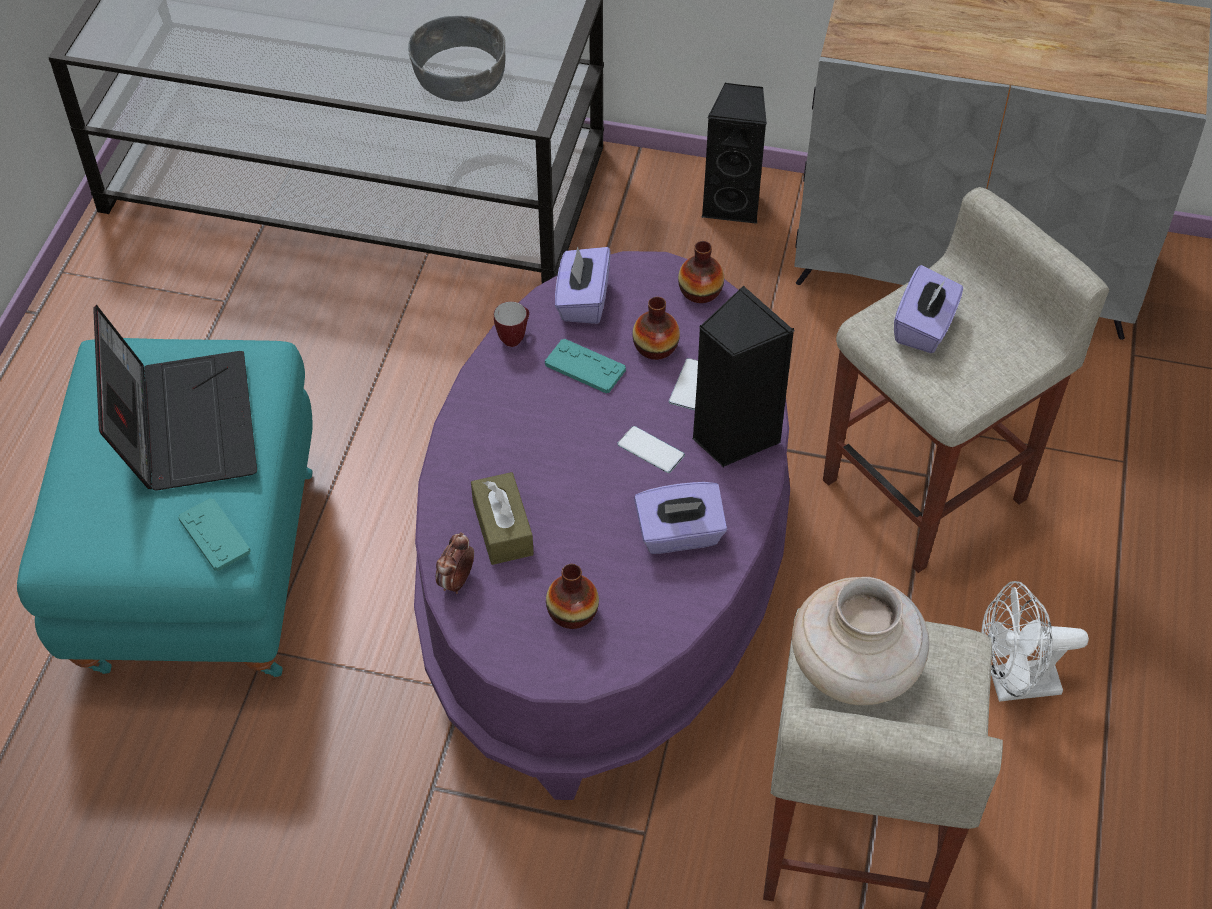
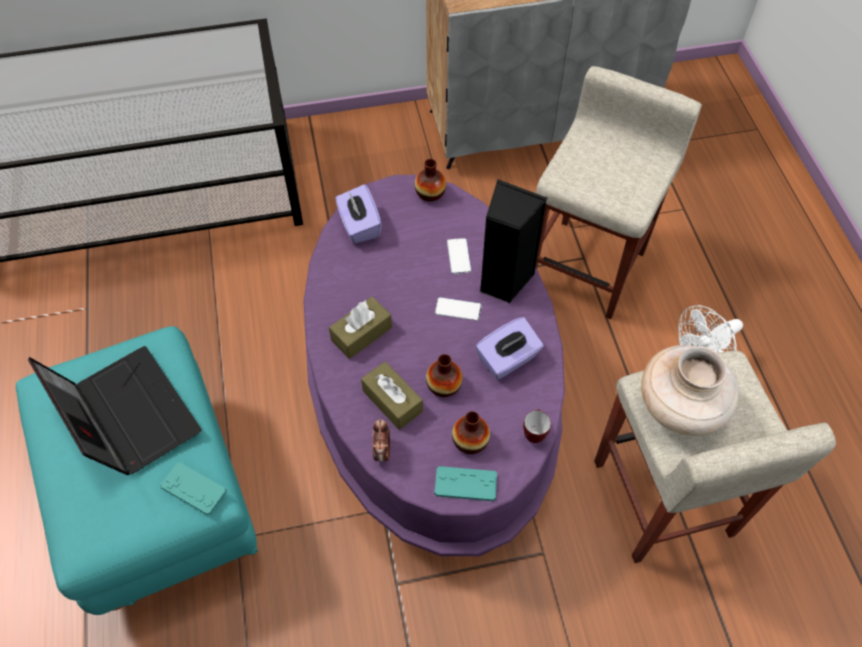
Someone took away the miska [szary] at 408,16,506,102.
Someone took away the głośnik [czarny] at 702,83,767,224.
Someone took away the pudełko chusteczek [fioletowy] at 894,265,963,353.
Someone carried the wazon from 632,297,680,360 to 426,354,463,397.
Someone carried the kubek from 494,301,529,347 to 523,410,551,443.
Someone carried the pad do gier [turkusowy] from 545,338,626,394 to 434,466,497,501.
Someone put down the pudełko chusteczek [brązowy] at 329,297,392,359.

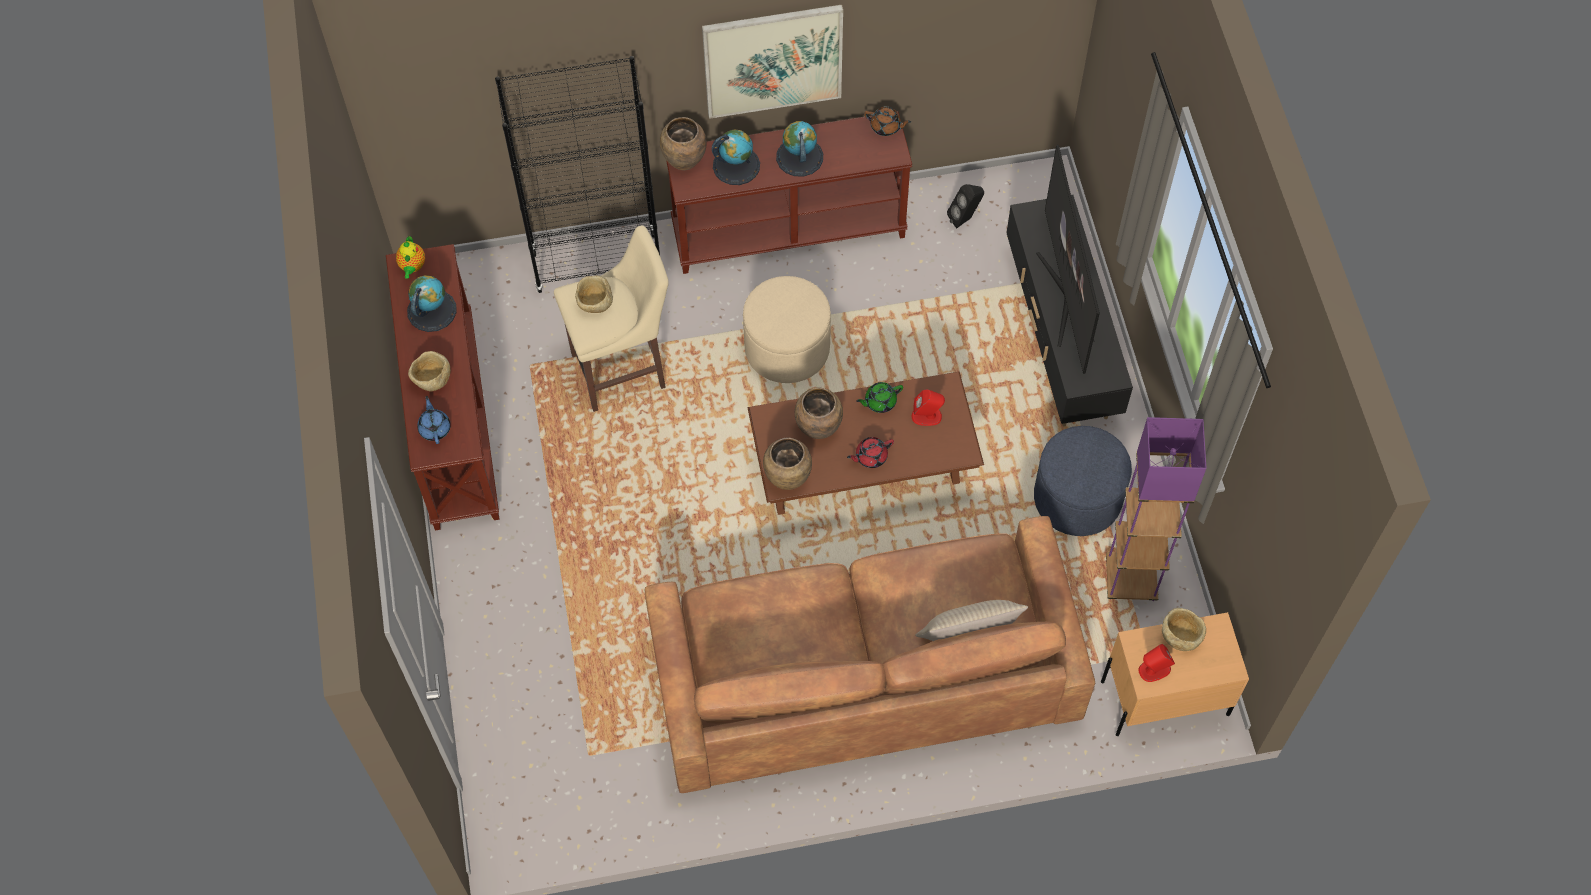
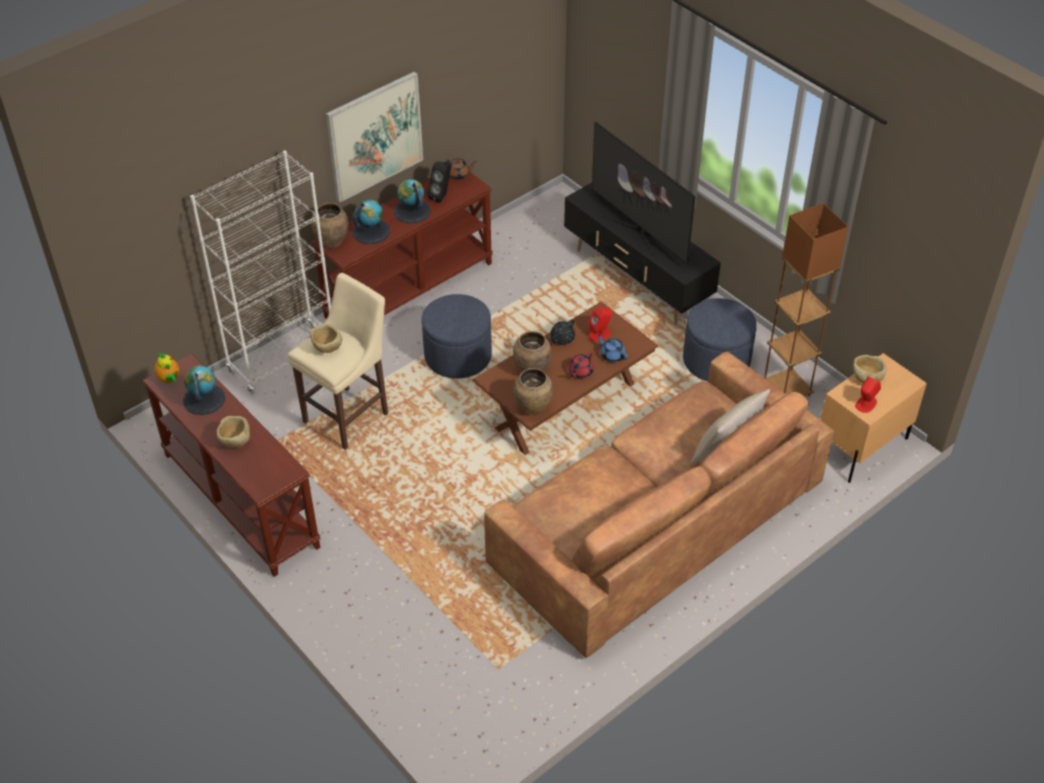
Someone repainted the regał [czarny] at 495,56,660,293, which became the regał [biały] at 190,150,331,395.
Someone carried the głośnik [czarny] from 947,184,984,228 to 427,162,451,203.
Someone repainted the pufa [beżowy] at 743,276,831,383, which became the pufa [niebieski] at 422,294,492,379.
Someone repainted the imbryk [zielony] at 856,382,903,413, which became the imbryk [czarny] at 550,319,575,345.
Someone carried the imbryk [niebieski] from 417,396,451,444 to 597,334,628,362.
Someone repainted the lampa stojąca [fioletowy] at 1106,417,1206,601, which became the lampa stojąca [brązowy] at 764,203,849,397.

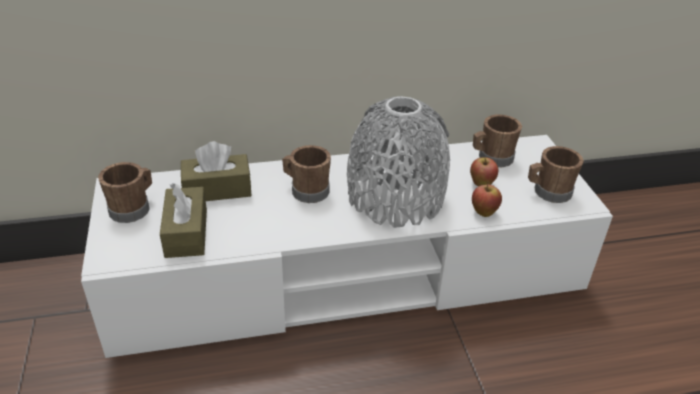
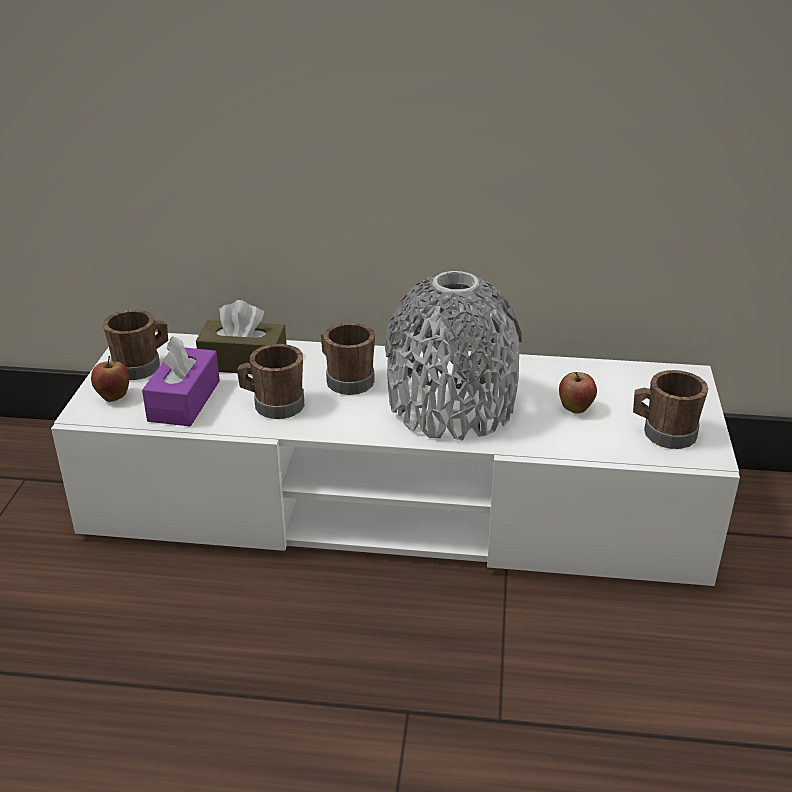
Someone carried the kubek [brązowy] from 473,114,522,167 to 237,344,304,419.
Someone carried the jabłko from 472,181,502,217 to 91,356,129,402.
Someone repainted the pudełko chusteczek [brązowy] at 160,183,207,258, which became the pudełko chusteczek [fioletowy] at 142,336,220,426.

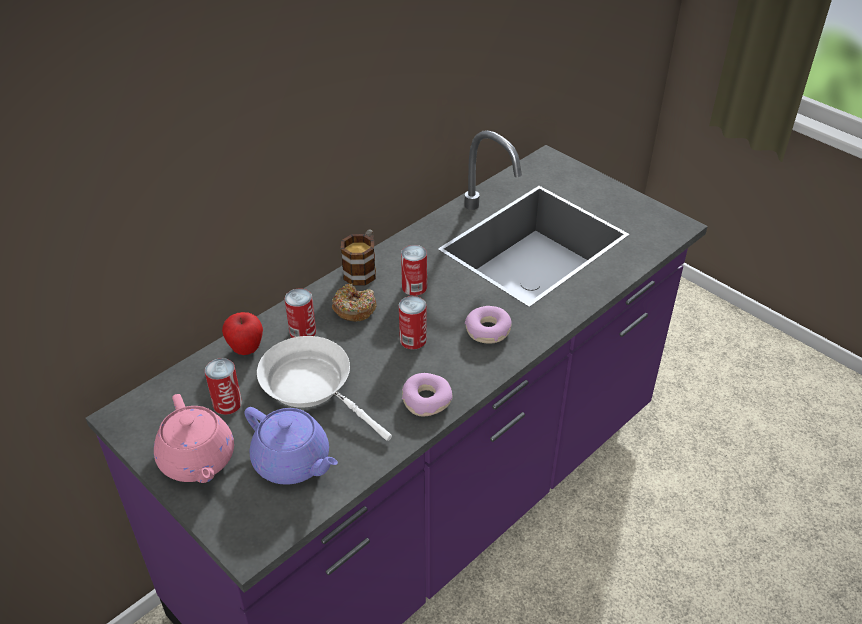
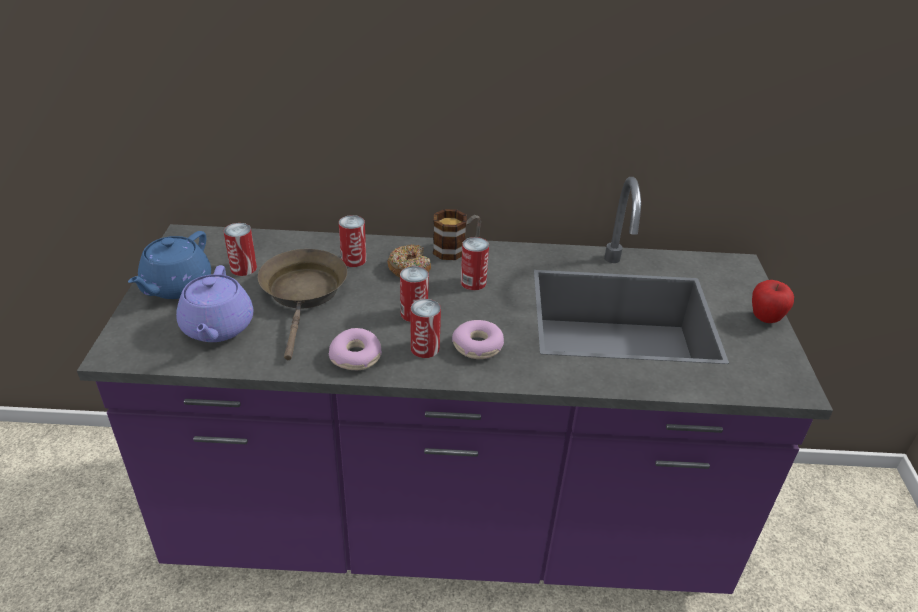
Someone carried the jabłko from 222,312,263,355 to 752,280,794,323.
Someone repainted the patelnia [biały] at 257,336,392,441, which became the patelnia [brązowy] at 257,249,347,360.
Someone repainted the imbryk [różowy] at 154,394,234,483, which became the imbryk [niebieski] at 128,231,211,299.
Someone put down the puszka at 411,299,441,358.

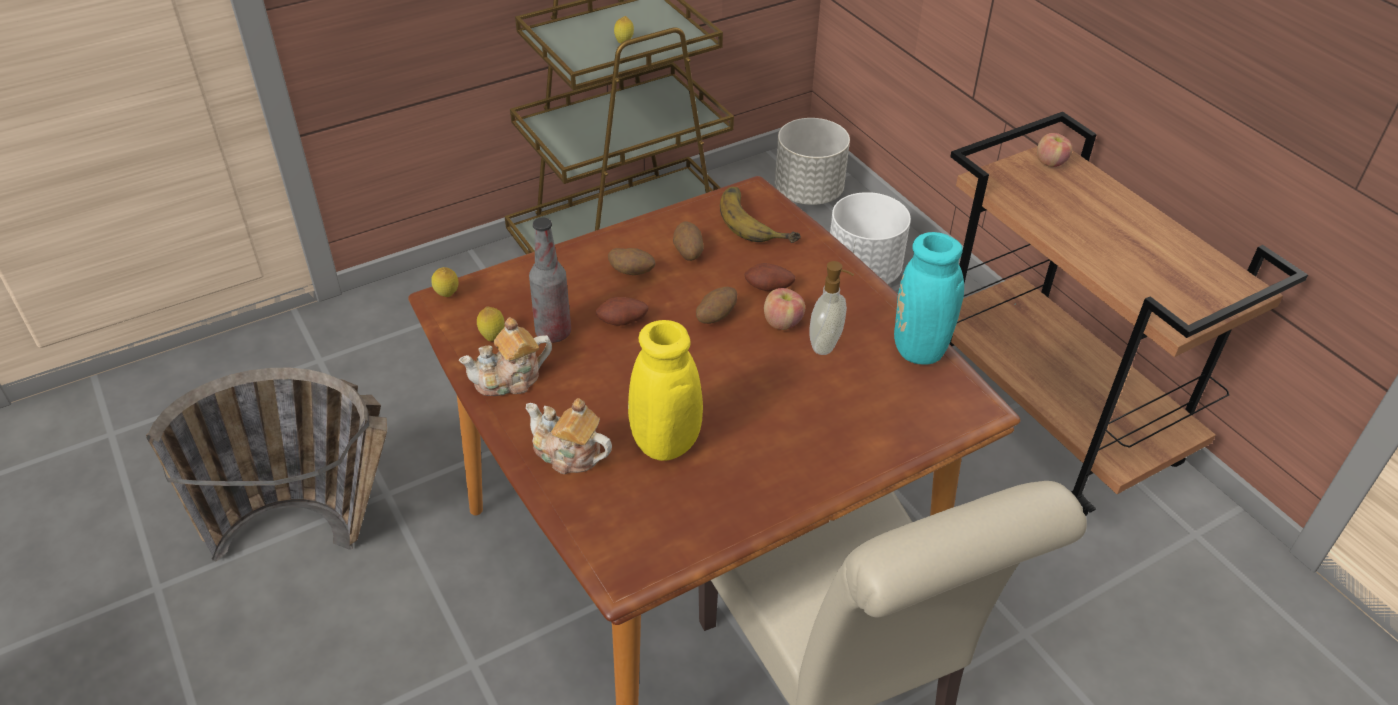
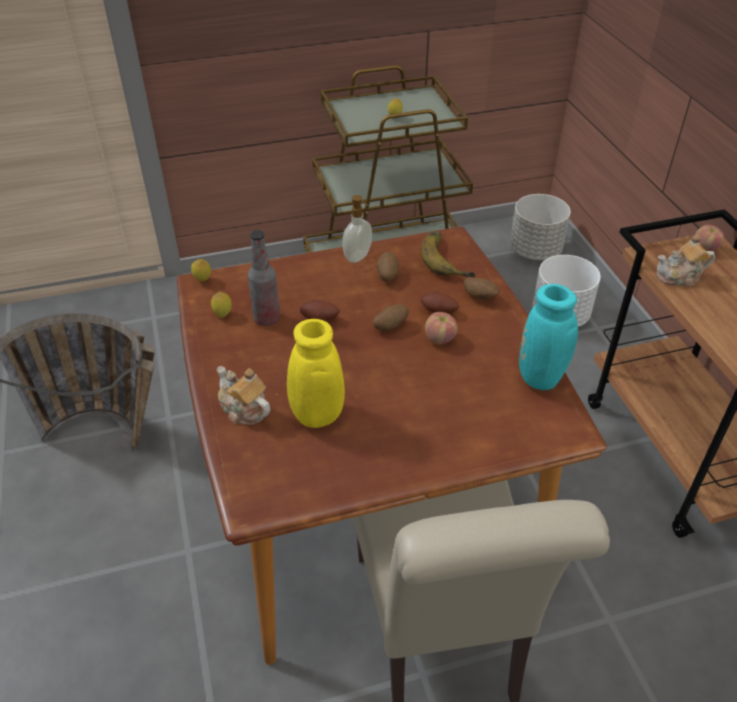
Someone carried the ziemniak from 608,248,655,275 to 464,277,499,300.
Someone carried the dozownik mydła from 810,261,854,355 to 342,195,372,263.
Someone carried the imbryk from 458,317,552,396 to 657,234,715,286.

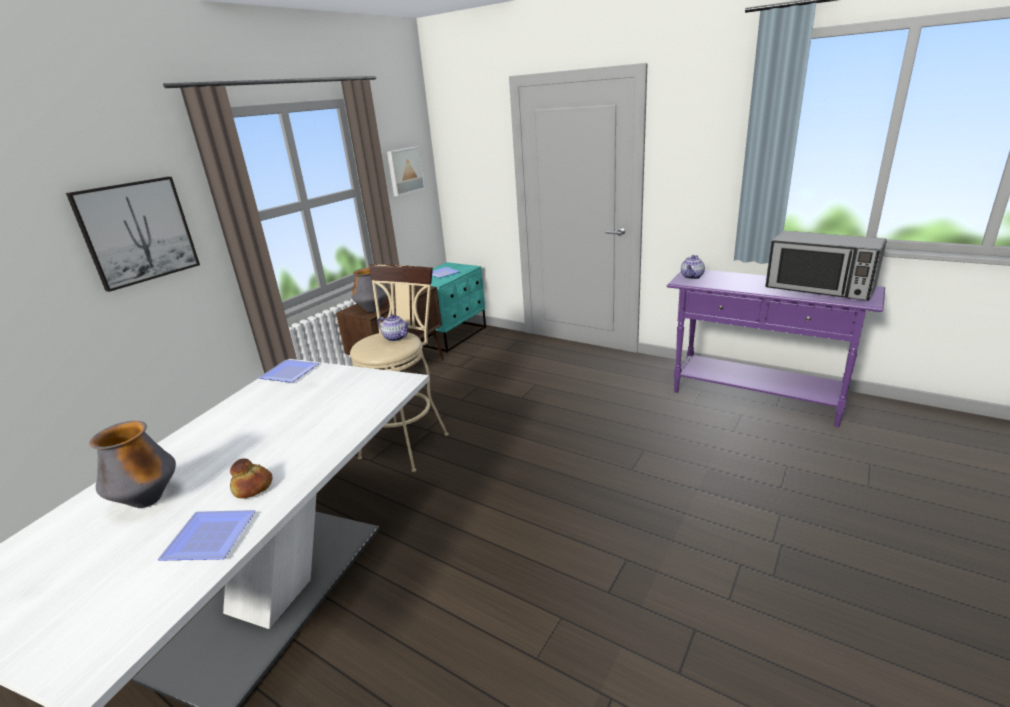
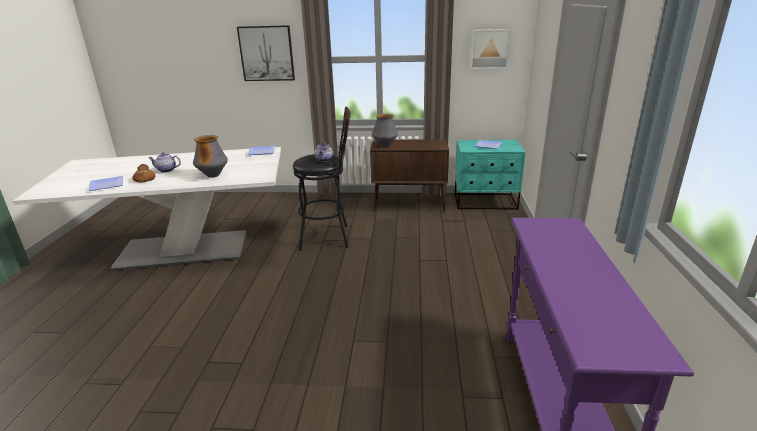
Someone took away the mikrofalówka at 766,231,887,301.
Someone carried the imbryk from 681,255,705,279 to 149,152,181,173.
Someone repainted the stołek [beżowy] at 350,264,449,472, which became the stołek [czarny] at 293,107,351,251.
Someone carried the wazon from 89,421,176,508 to 193,135,228,178.

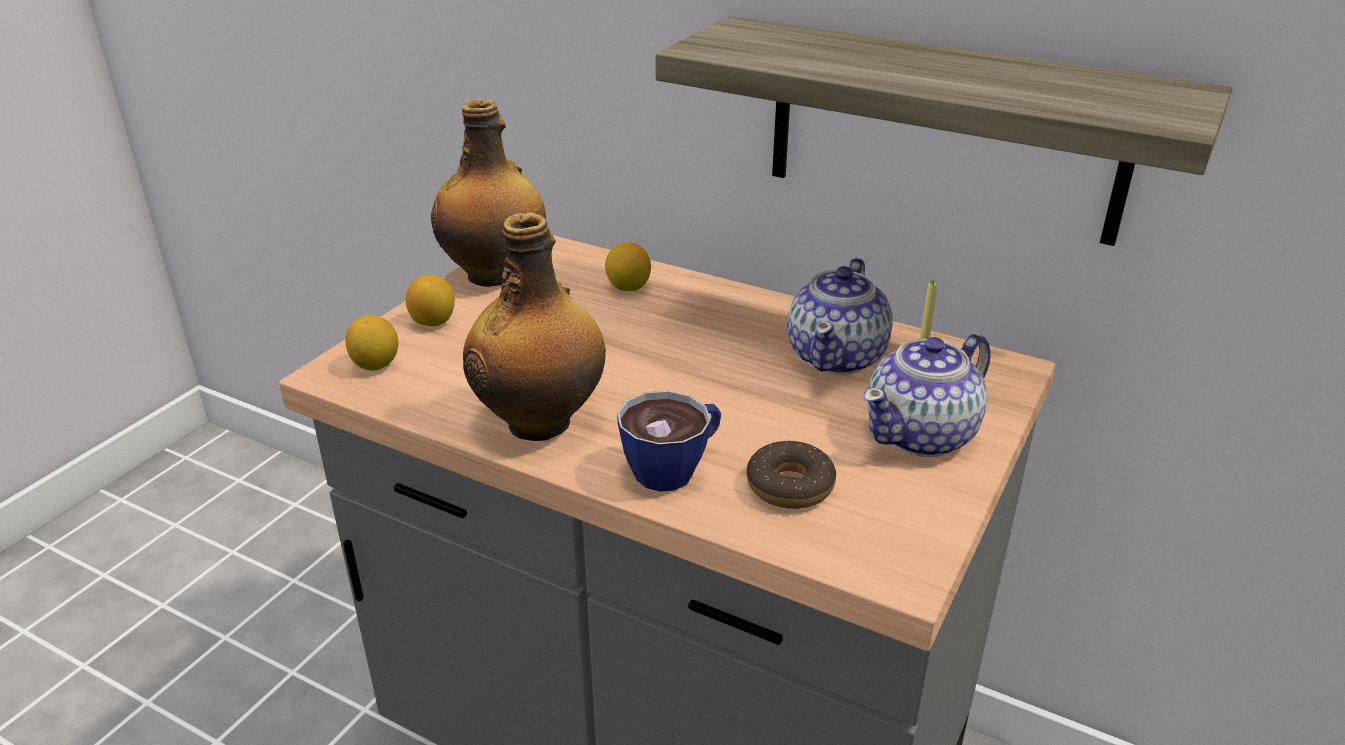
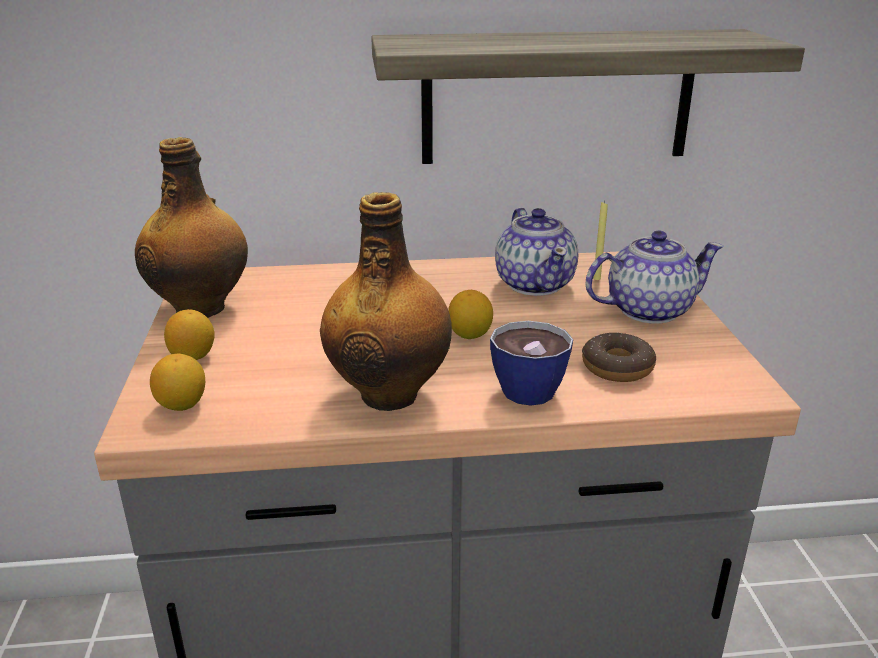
Someone carried the cytryna from 605,242,651,291 to 448,290,493,339.
Someone rotated the imbryk at 863,334,990,457 by 120 degrees counterclockwise.

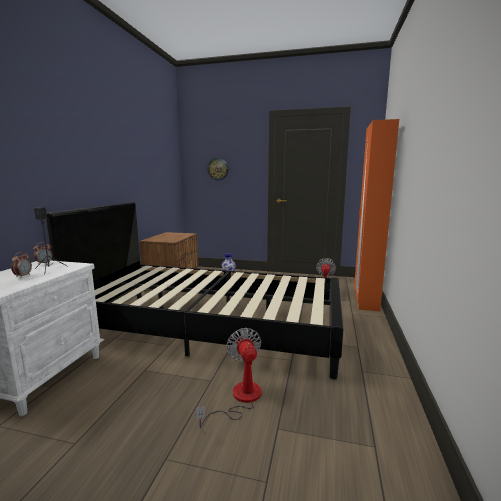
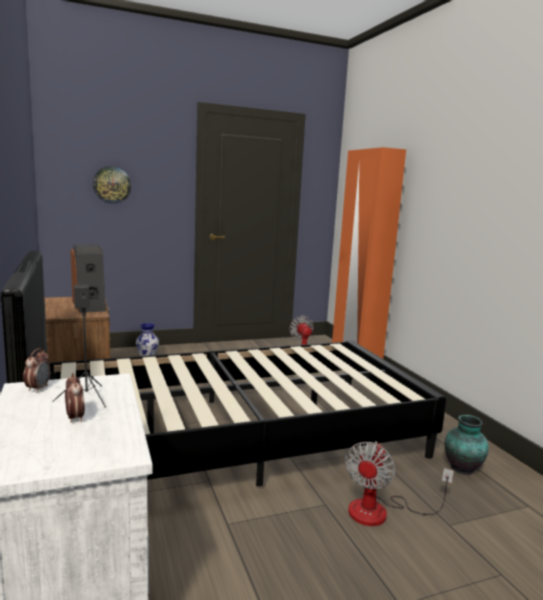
Someone rotated the wentylator at 196,328,262,428 by 105 degrees counterclockwise.
Someone put down the głośnik at 71,245,106,313.
Someone put down the wazon at 445,415,489,475.

